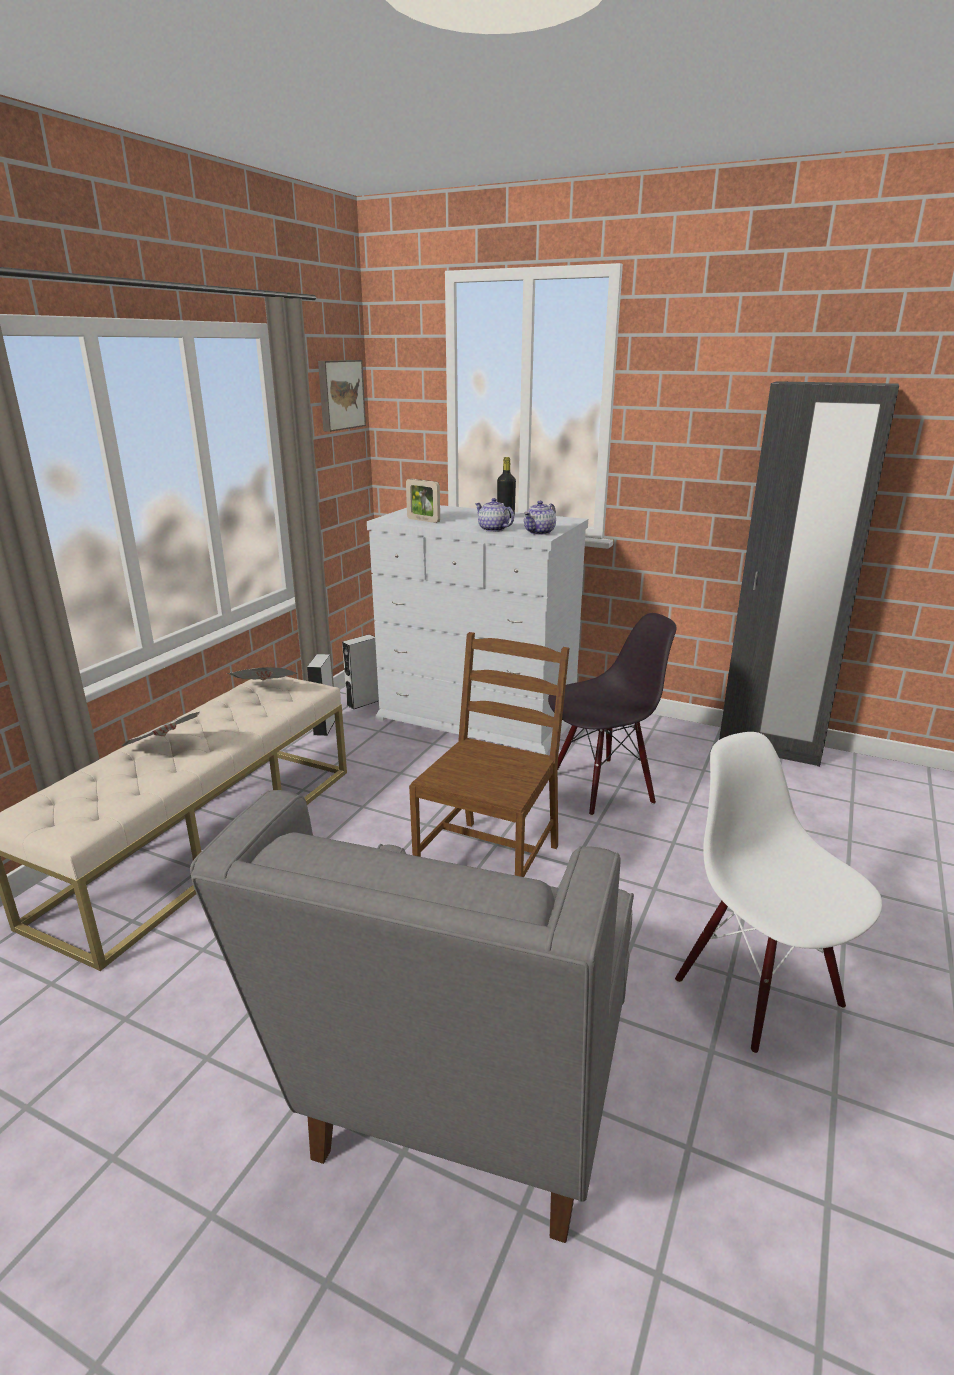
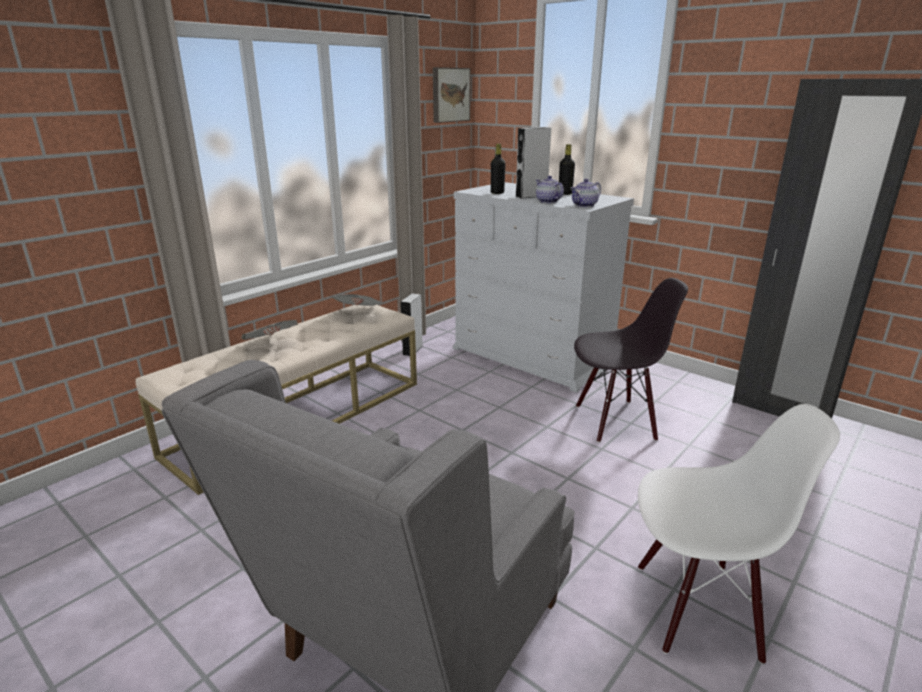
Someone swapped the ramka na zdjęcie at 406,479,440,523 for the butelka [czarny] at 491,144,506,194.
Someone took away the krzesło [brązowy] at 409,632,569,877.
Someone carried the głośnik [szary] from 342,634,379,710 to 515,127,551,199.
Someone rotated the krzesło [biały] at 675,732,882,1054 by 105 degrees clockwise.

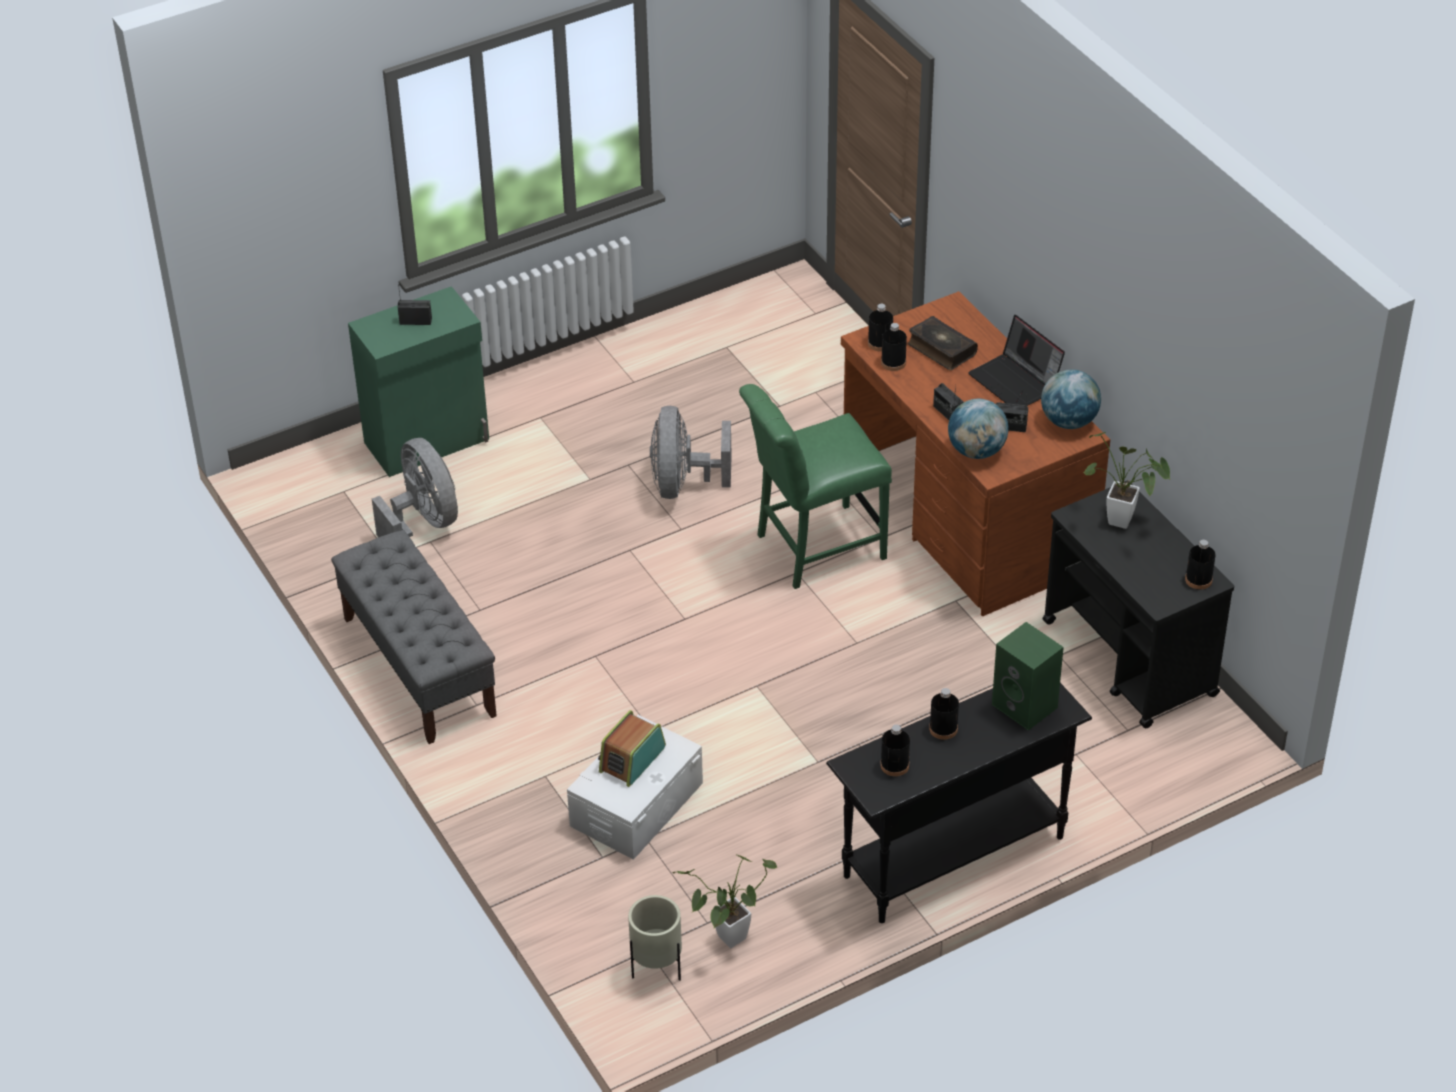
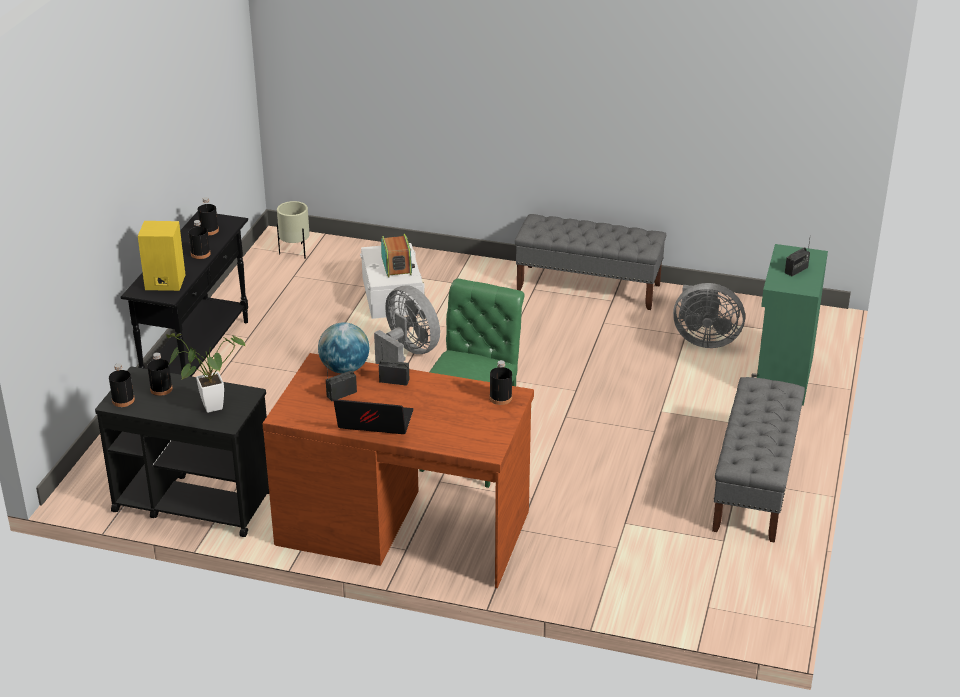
Someone took away the książka at 908,316,978,370.
Someone carried the butelka [czarny] from 881,323,907,371 to 147,352,173,396.
Someone took away the globus at 1041,369,1101,429.
Someone carried the wentylator [szary] from 650,406,732,499 to 374,285,440,364.
Someone repainted the głośnik [zielony] at 992,622,1064,731, which became the głośnik [żółty] at 138,221,185,291.
Someone took away the roślina doniczkowa at 673,854,778,948.
Someone put down the ławka [szary] at 712,377,805,543.

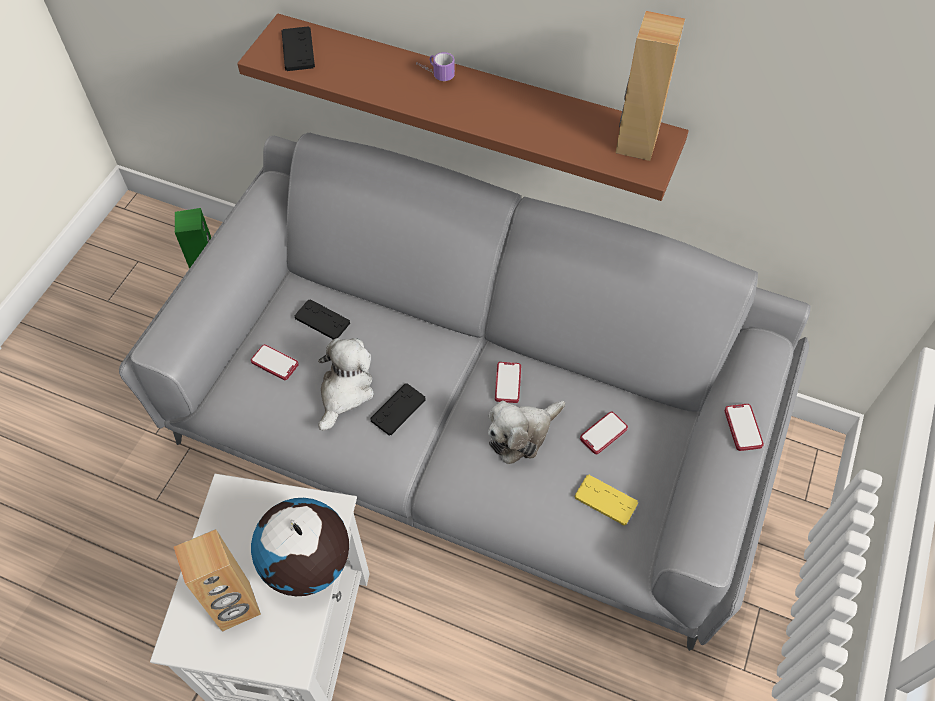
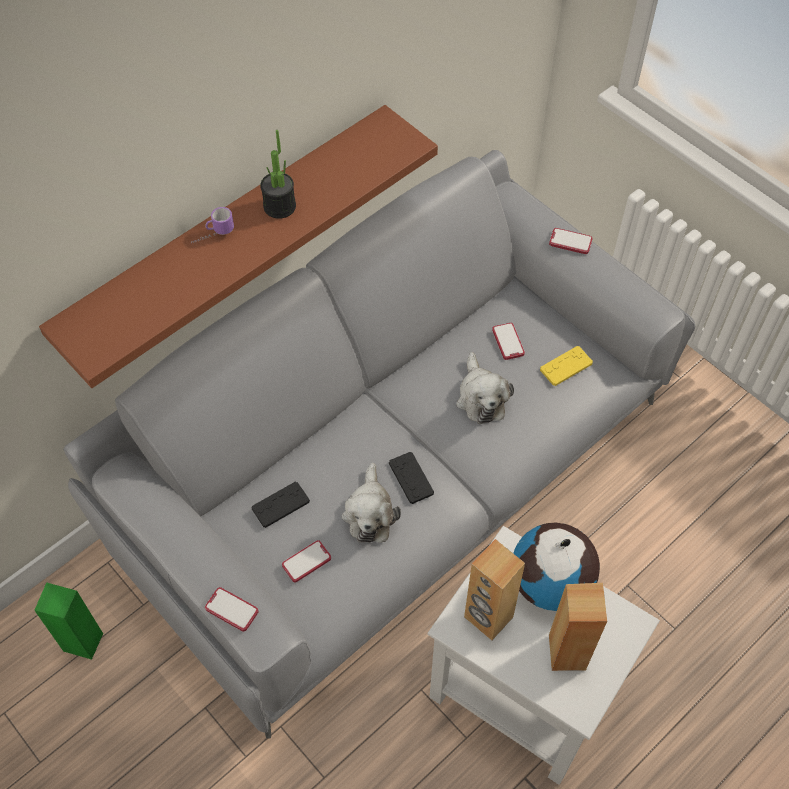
Someone carried the głośnik [brązowy] from 615,11,685,161 to 464,539,525,640.
Someone took away the pad do gier [czarny] at 281,26,315,71.
Someone rotated the pluszak at 318,338,374,431 by 135 degrees counterclockwise.
Someone carried the telefon from 495,362,521,403 to 205,587,258,632.
Someone put down the roślina doniczkowa at 260,130,296,219.

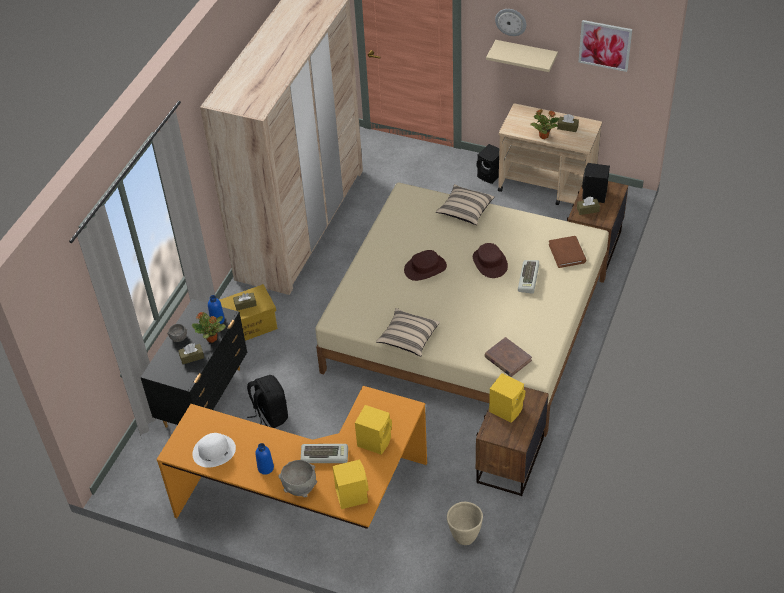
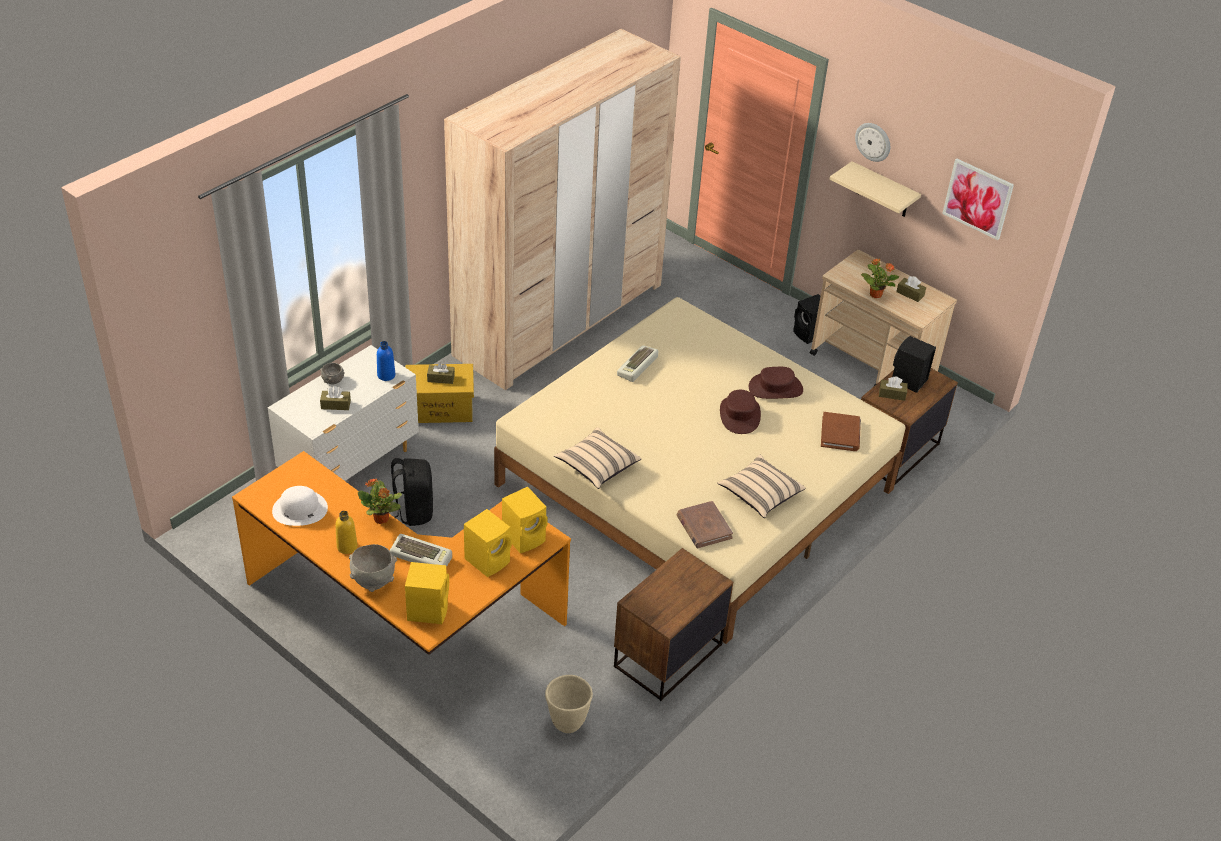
Someone carried the poduszka [beżowy] from 436,184,494,225 to 717,455,806,518.
Someone carried the kapelusz [brązowy] from 404,250,447,281 to 749,367,803,399.
Someone carried the klawiatura from 518,260,539,294 to 617,345,658,382.
Someone repainted the komoda [czarny] at 140,299,248,428, which became the komoda [biały] at 268,345,419,481.
Someone carried the roślina doniczkowa from 192,312,226,343 to 358,478,402,524.
Someone carried the głośnik [żółty] from 489,373,525,423 to 502,487,548,553.
Someone repainted the butelka [niebieski] at 255,443,274,475, which became the butelka [żółty] at 335,511,357,554.

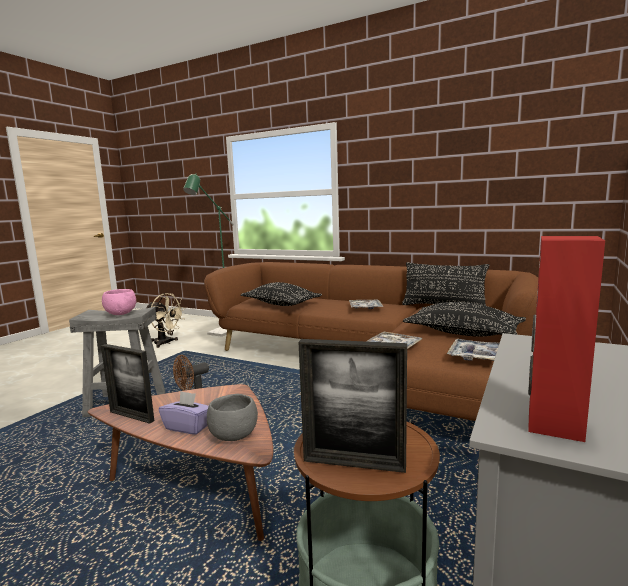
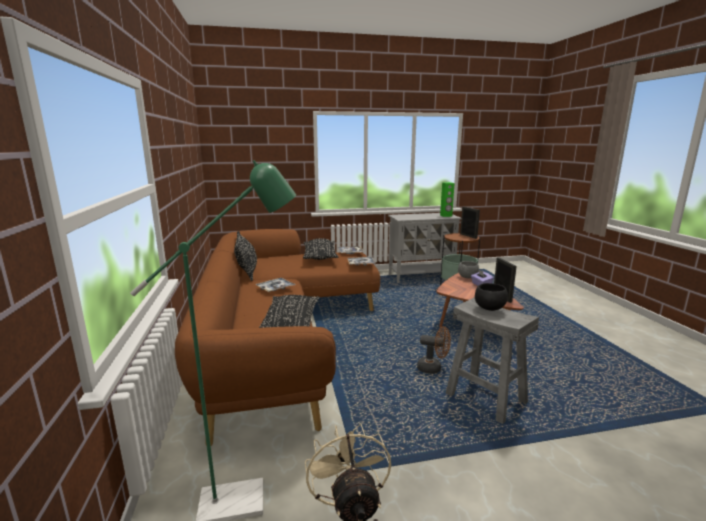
Someone repainted the głośnik [czerwony] at 528,236,605,442, which became the głośnik [zielony] at 440,182,455,217.
Someone repainted the miska [różowy] at 102,289,136,315, which became the miska [czarny] at 475,283,508,311.

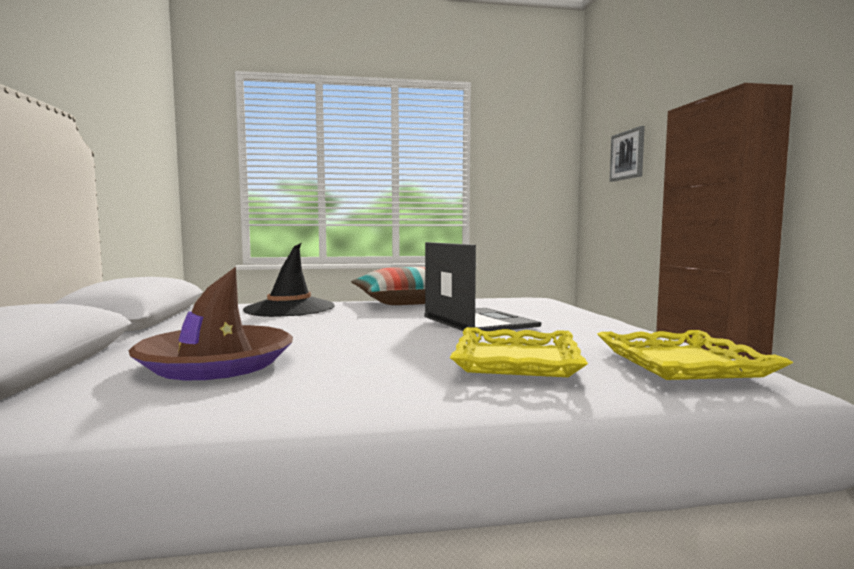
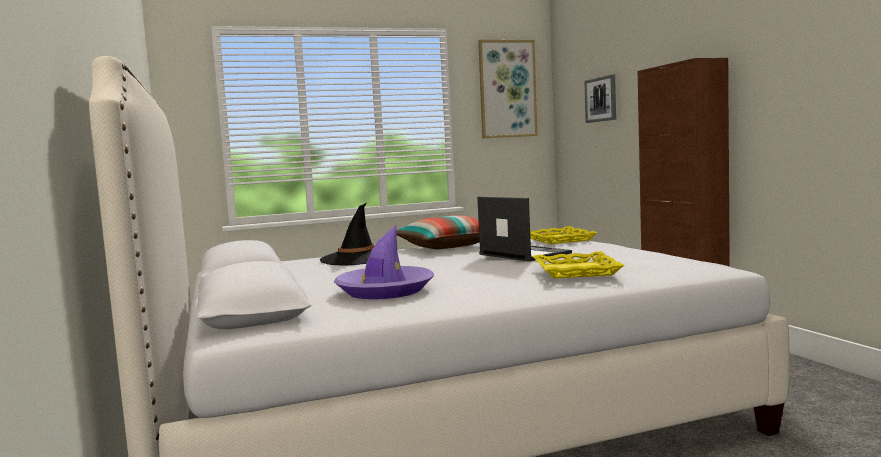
Someone repainted the kapelusz [brązowy] at 129,267,293,381, which became the kapelusz [fioletowy] at 334,226,434,299.
Someone carried the taca [żółty] from 597,330,794,380 to 530,226,597,244.
Someone put up the obraz at 478,40,538,138.

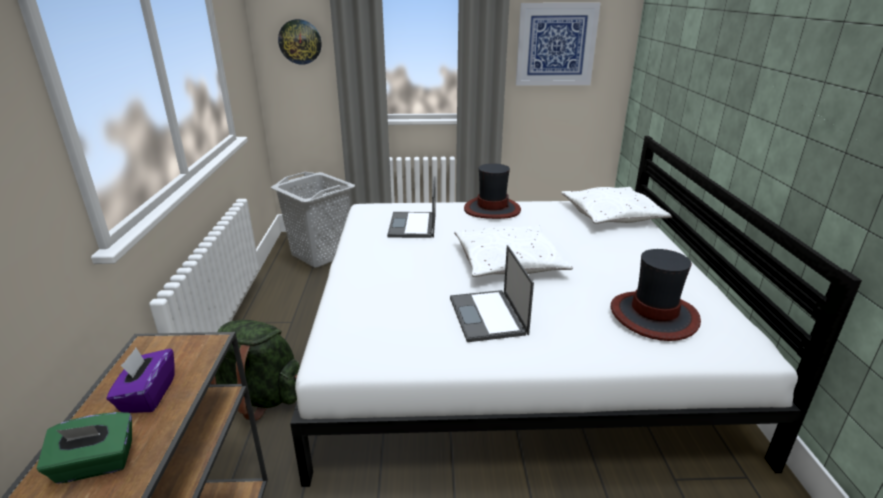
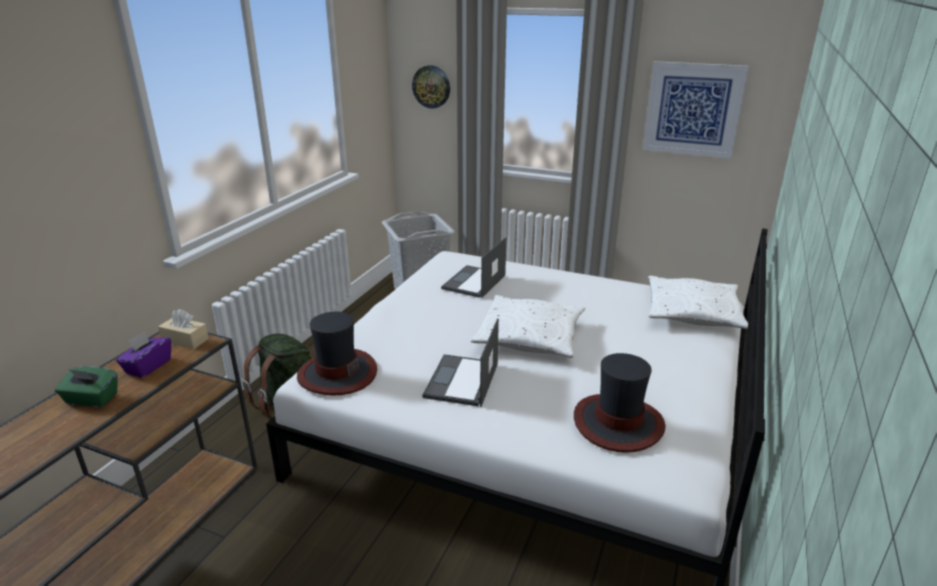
Someone carried the kapelusz from 464,163,521,219 to 297,312,377,395.
Someone put down the pudełko chusteczek [beżowy] at 158,309,209,349.

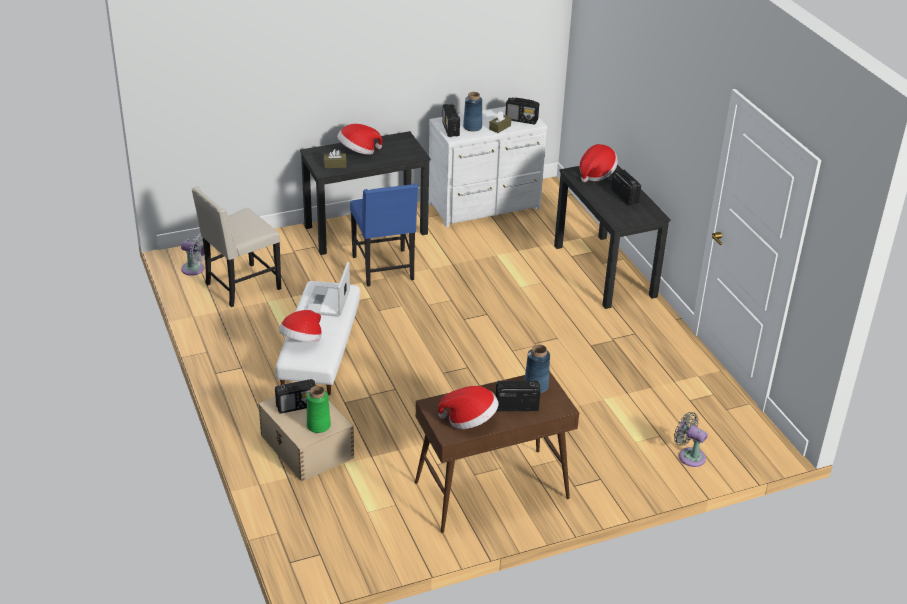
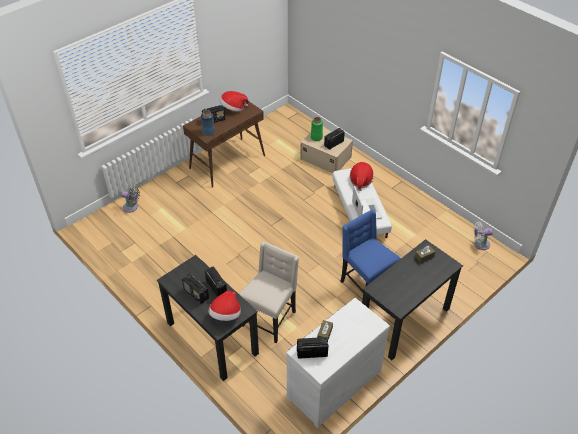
Someone took away the wazon [niebieski] at 463,92,482,132.
Someone carried the radio from 442,104,460,137 to 205,266,227,297.
Someone took away the kapelusz at 337,124,382,155.
Someone carried the krzesło [beżowy] from 191,187,281,307 to 239,241,299,343.

